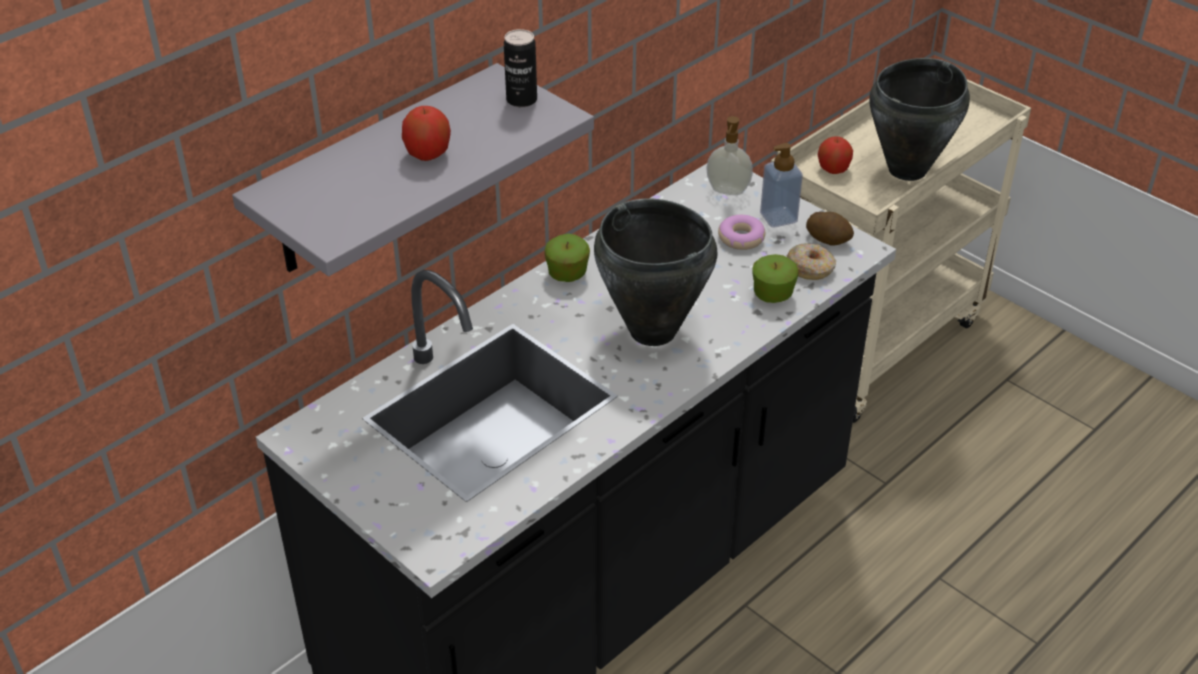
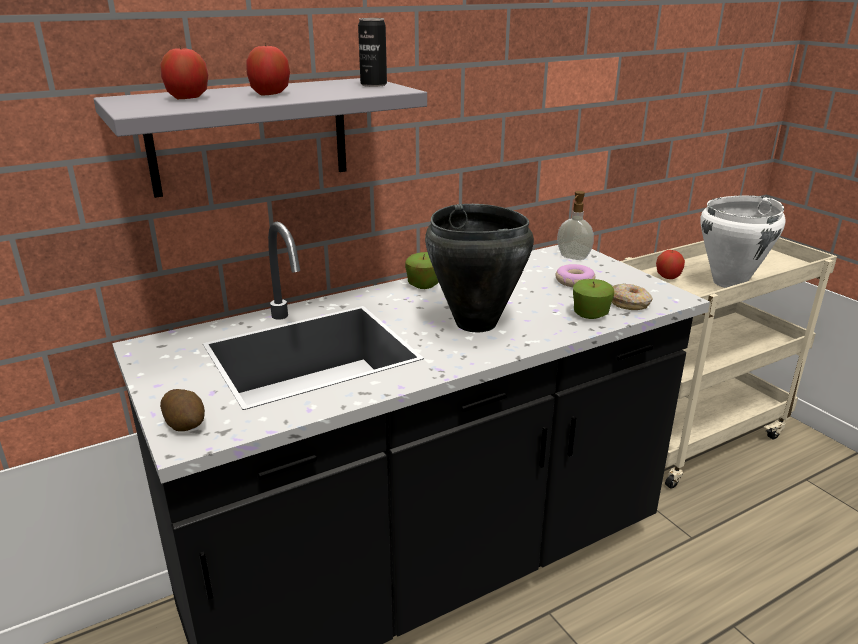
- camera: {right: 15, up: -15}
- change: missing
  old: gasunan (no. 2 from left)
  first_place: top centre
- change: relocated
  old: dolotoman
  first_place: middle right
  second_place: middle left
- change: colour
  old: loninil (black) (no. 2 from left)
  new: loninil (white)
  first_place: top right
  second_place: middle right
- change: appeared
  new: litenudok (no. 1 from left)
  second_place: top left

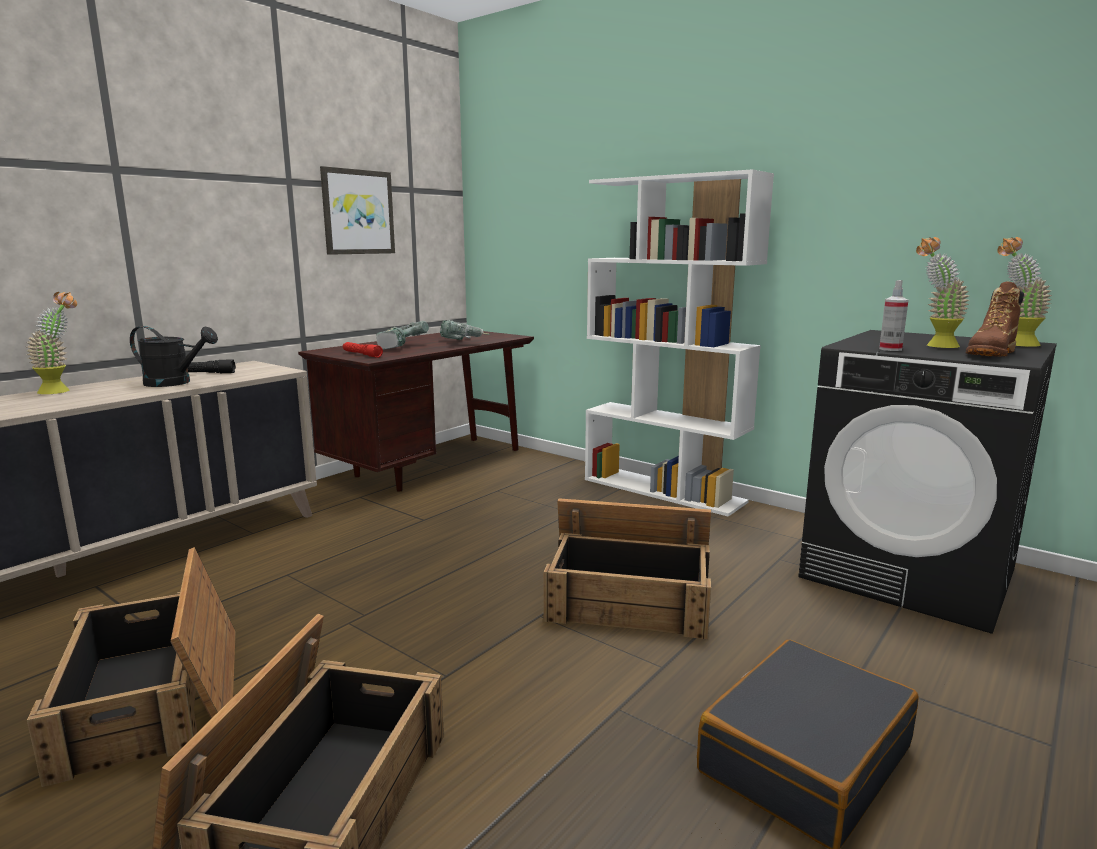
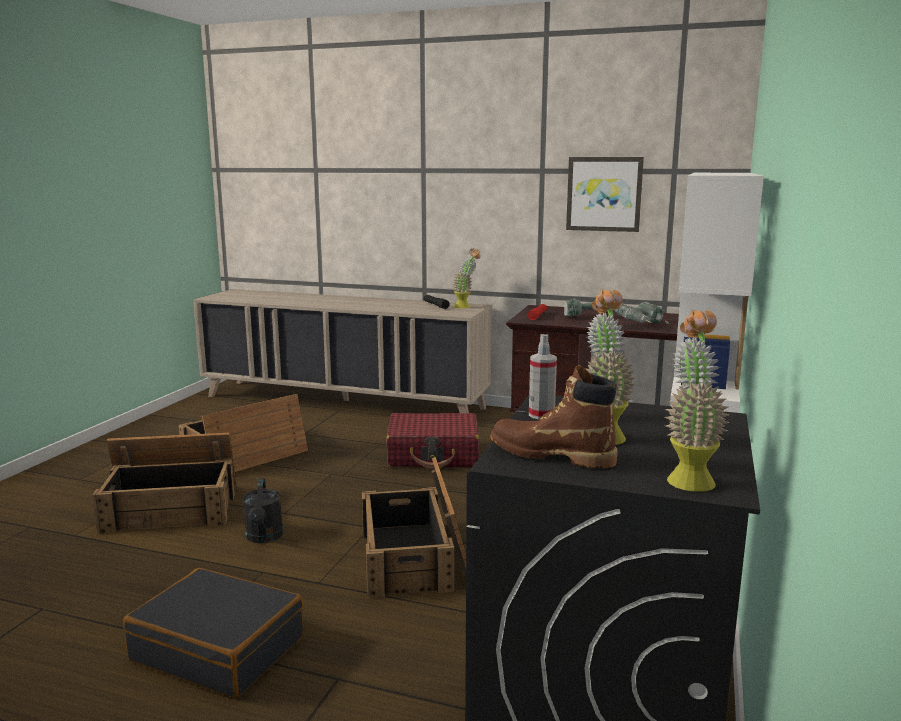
- camera: {right: 70, up: 0}
- change: relocated
  old: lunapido (no. 1 from left)
  first_place: middle left
  second_place: centre
- change: relocated
  old: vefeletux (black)
  first_place: middle left
  second_place: bottom left
- change: appeared
  new: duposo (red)
  second_place: centre

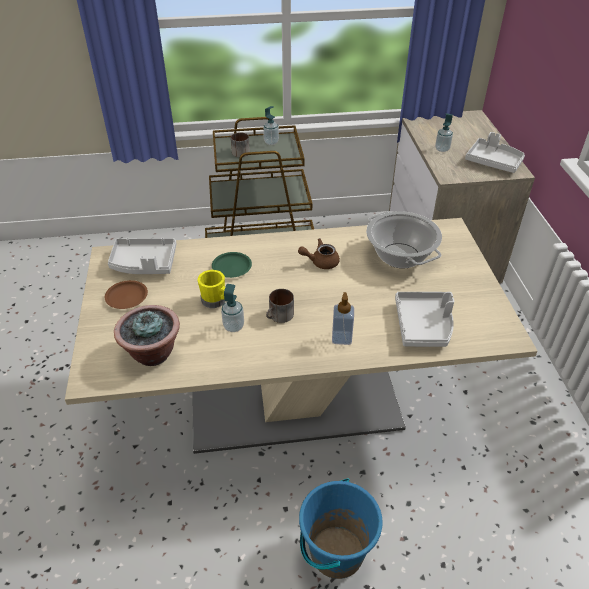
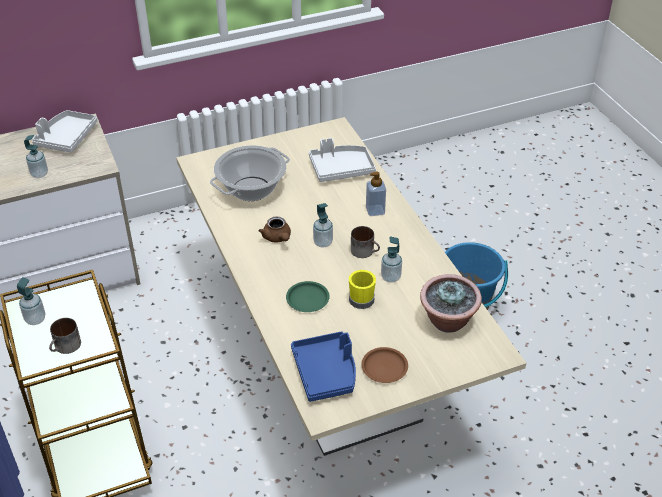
- camera: {right: -105, up: 0}
- change: colour
  old: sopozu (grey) (no. 1 from left)
  new: sopozu (blue)
  first_place: middle left
  second_place: bottom centre
- change: appeared
  new: gasunan (no. 3 from left)
  second_place: centre

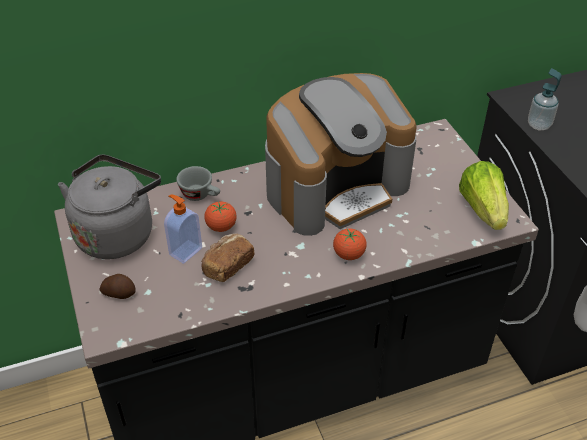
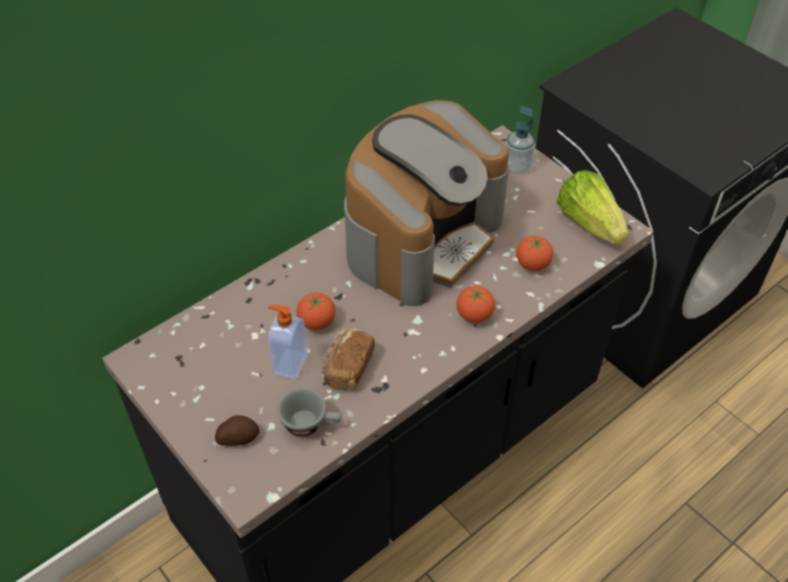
- camera: {right: -20, up: 5}
- change: missing
  old: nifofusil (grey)
  first_place: middle left
- change: relocated
  old: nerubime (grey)
  first_place: centre
  second_place: bottom centre
- change: relocated
  old: gasunan (no. 2 from left)
  first_place: top right
  second_place: top centre
- change: appeared
  new: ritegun (no. 3 from left)
  second_place: middle right

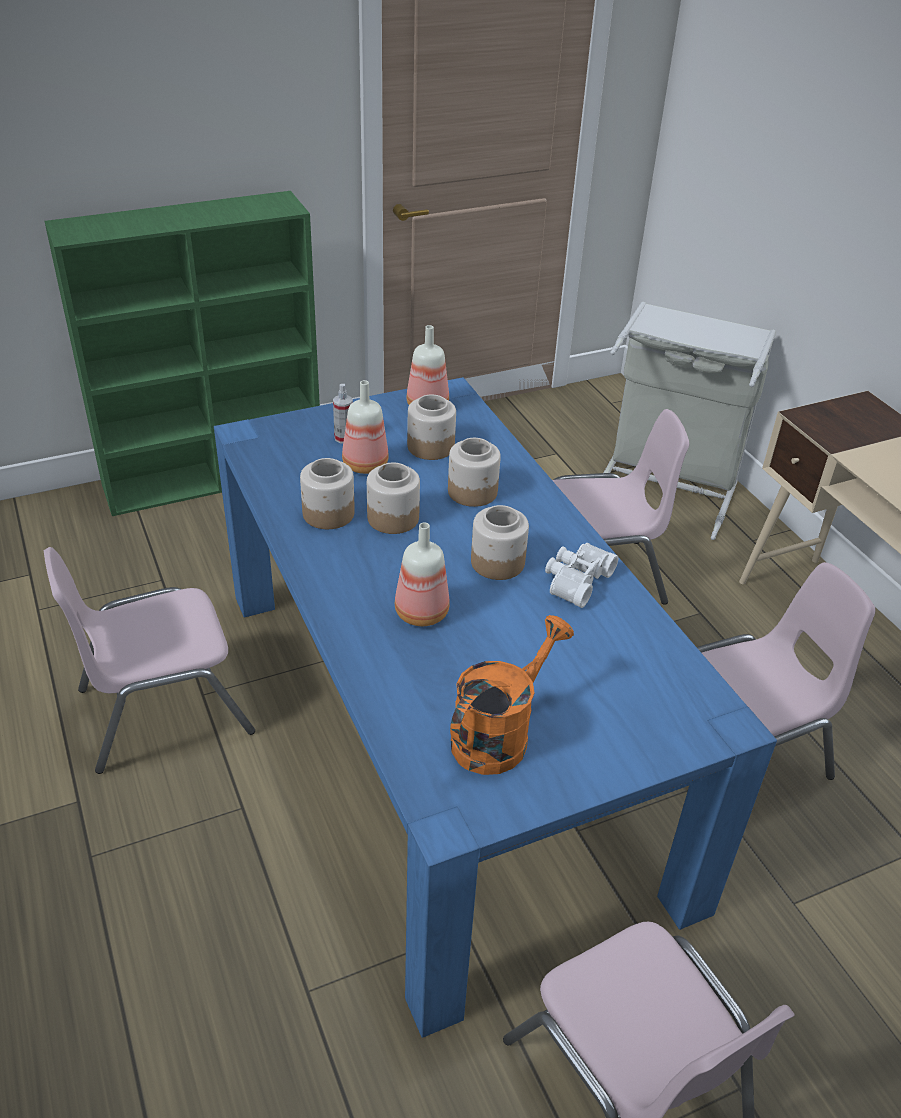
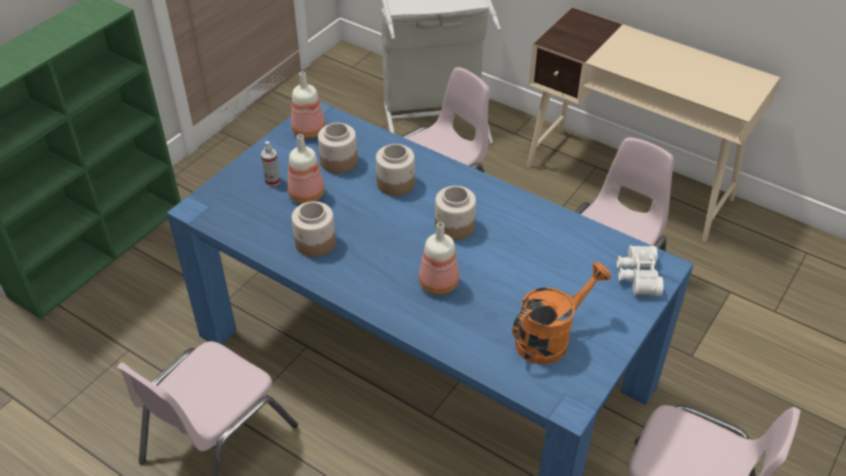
- camera: {right: -30, up: 5}
- change: missing
  old: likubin (no. 2 from left)
  first_place: centre
- change: spun
  old: vefeletux (orange)
  first_place: centre
  second_place: centre
  degrees: 45
- change: relocated
  old: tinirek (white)
  first_place: centre
  second_place: middle right

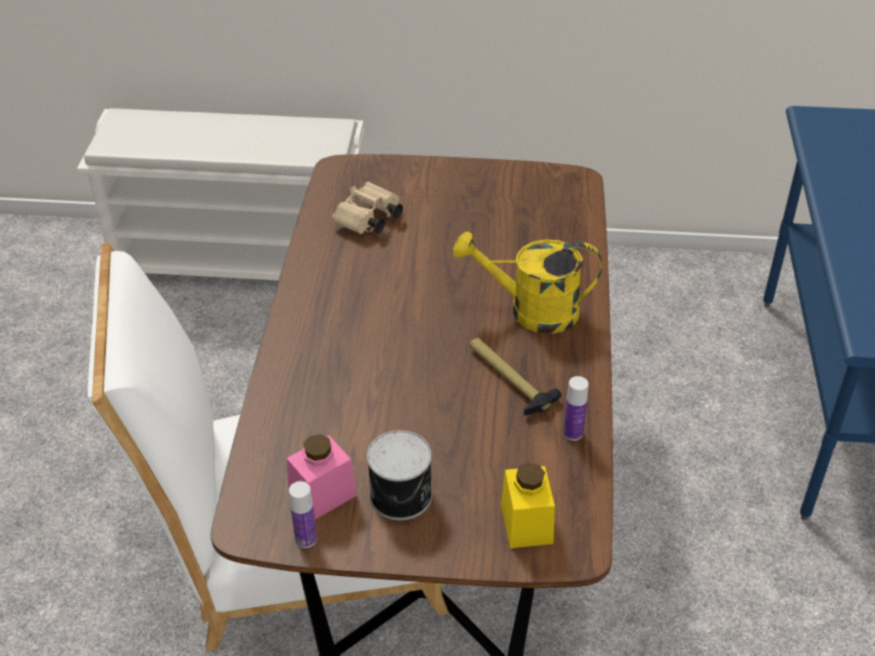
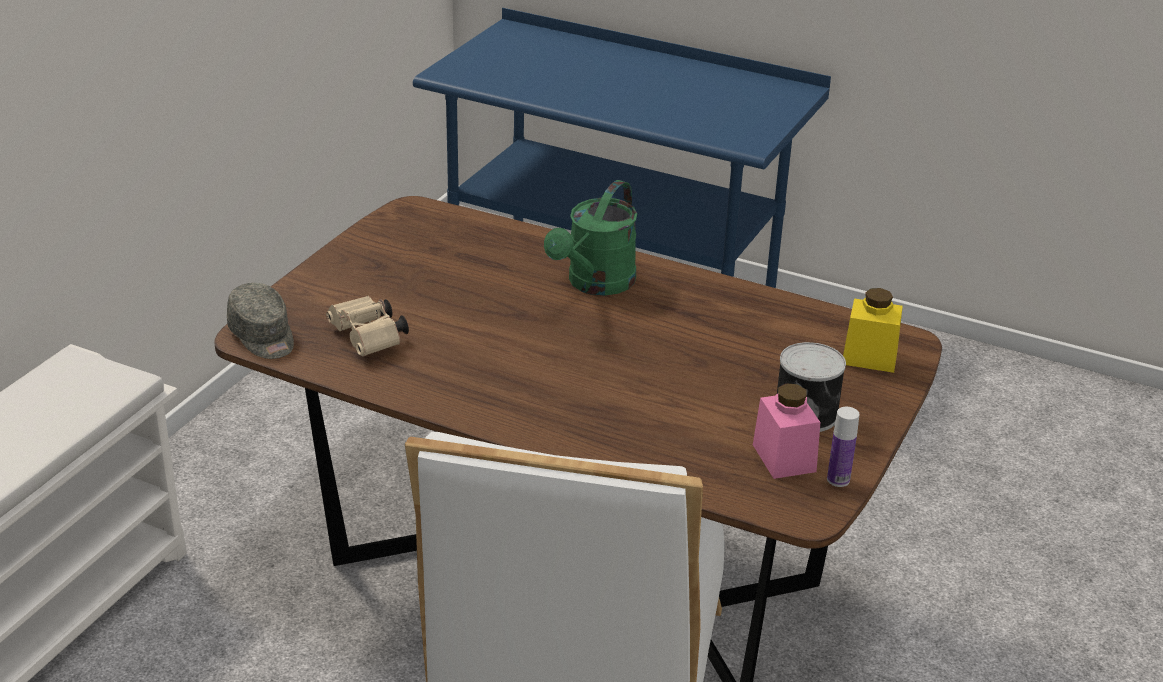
- camera: {right: -70, up: -10}
- change: colour
  old: vefeletux (yellow)
  new: vefeletux (green)
  first_place: centre
  second_place: centre
- change: missing
  old: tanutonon
  first_place: centre
- change: missing
  old: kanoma (no. 2 from left)
  first_place: centre
- change: appeared
  new: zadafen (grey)
  second_place: middle left

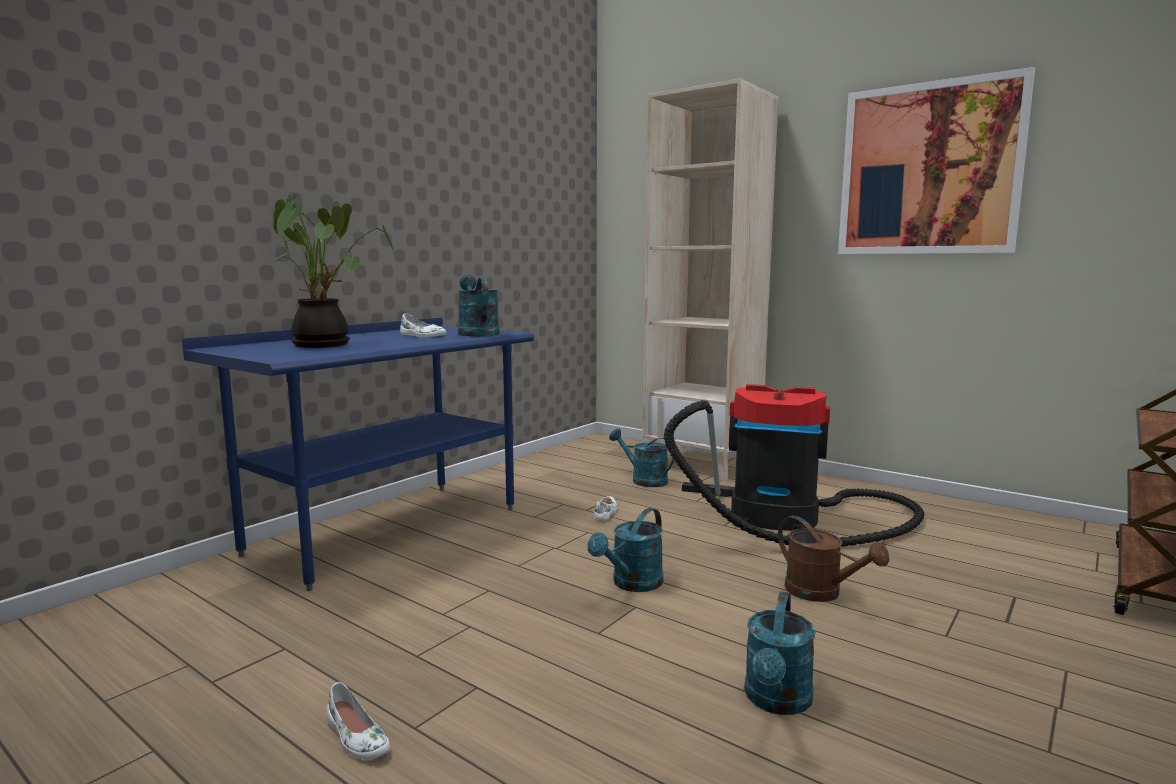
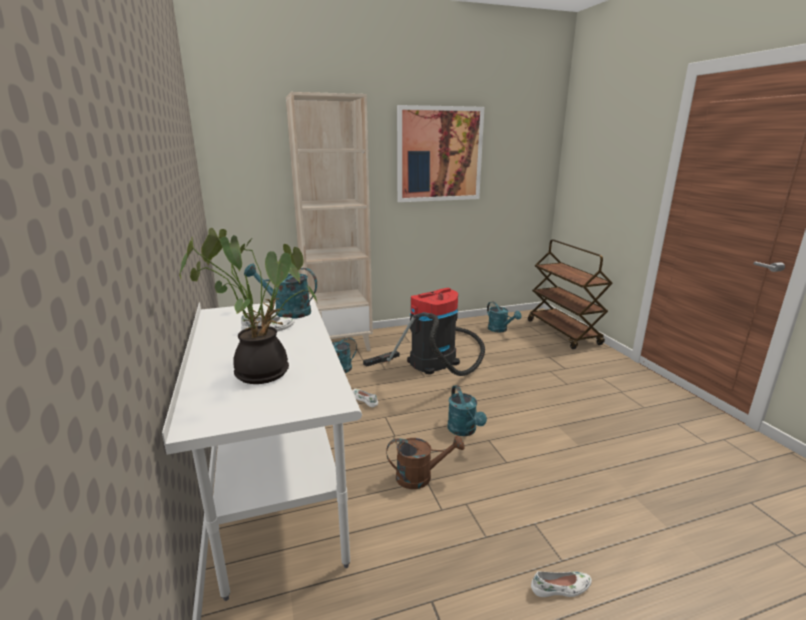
- camera: {right: -55, up: 10}
- change: colour
  old: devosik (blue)
  new: devosik (white)
  first_place: middle left
  second_place: bottom left
- change: relocated
  old: vefeletux (turquoise) (no. 4 from left)
  first_place: bottom centre
  second_place: centre
- change: relocated
  old: vefeletux (brown)
  first_place: bottom right
  second_place: bottom centre

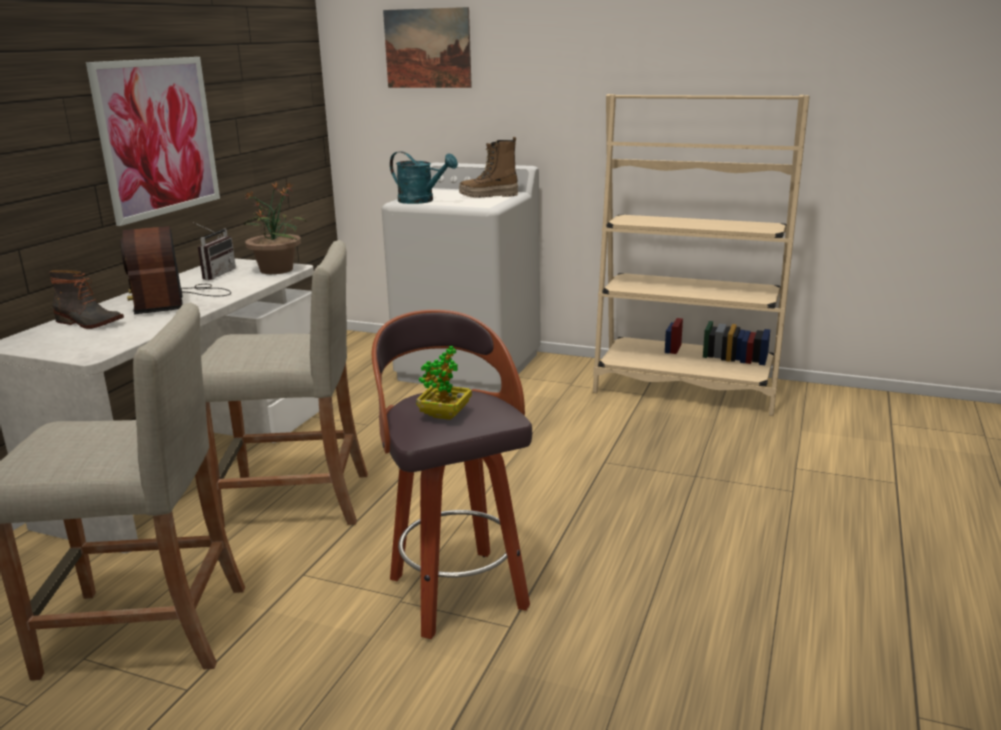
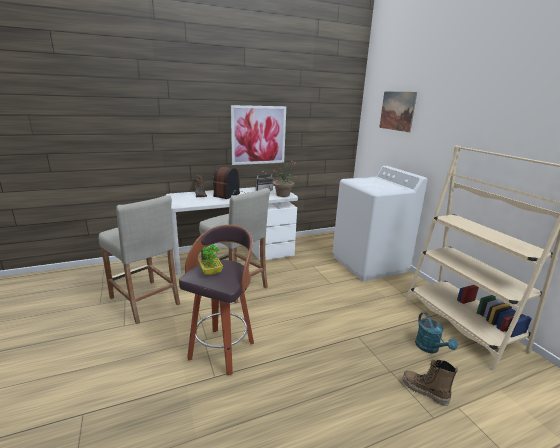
- camera: {right: 45, up: 0}
- change: relocated
  old: vefeletux (turquoise)
  first_place: top centre
  second_place: bottom right
- change: relocated
  old: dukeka (no. 2 from left)
  first_place: top centre
  second_place: bottom right

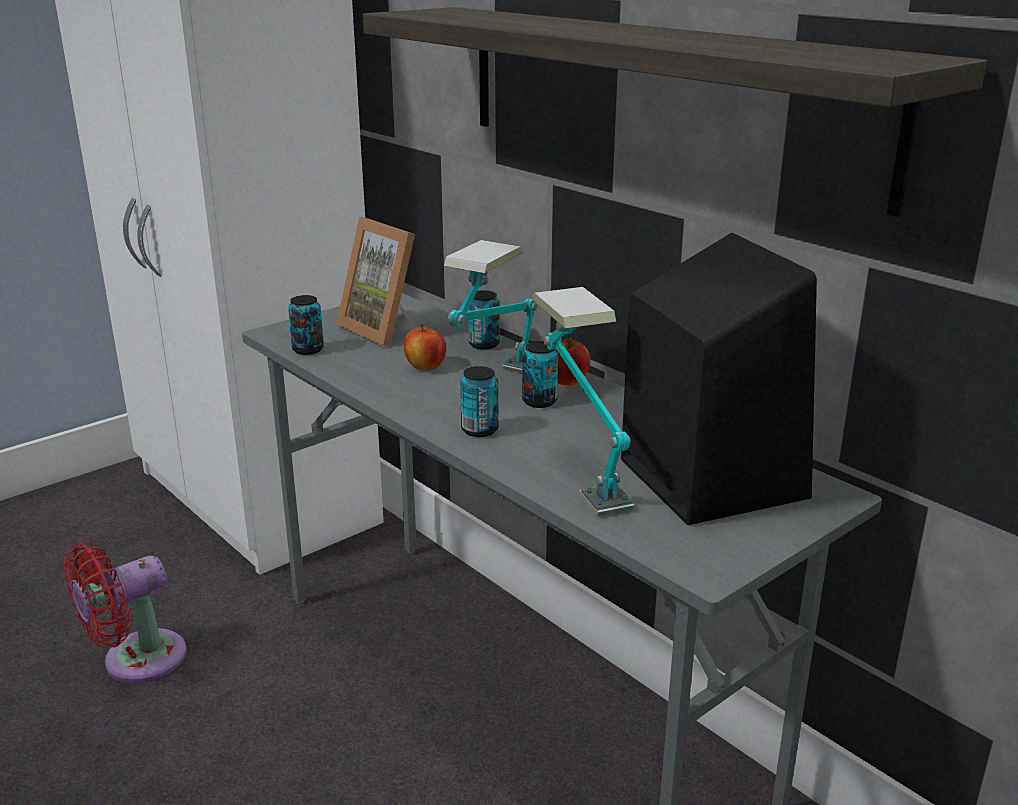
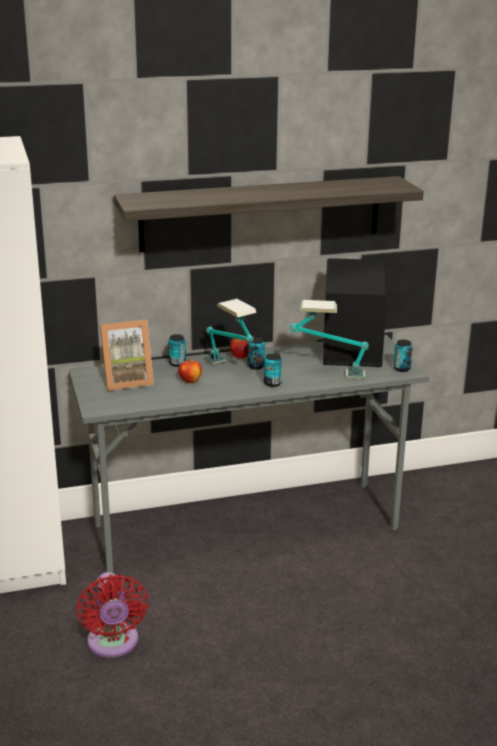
- camera: {right: -65, up: 0}
- change: relocated
  old: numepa (no. 1 from left in the first image)
  new: numepa (no. 4 from left)
  first_place: middle left
  second_place: middle right

